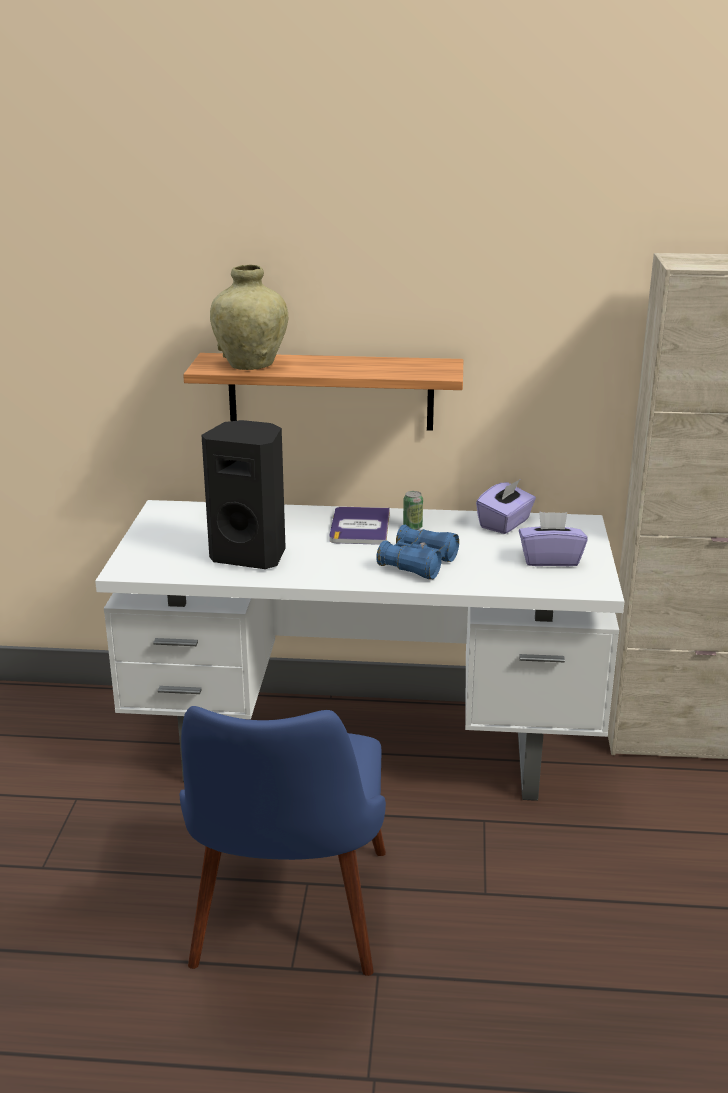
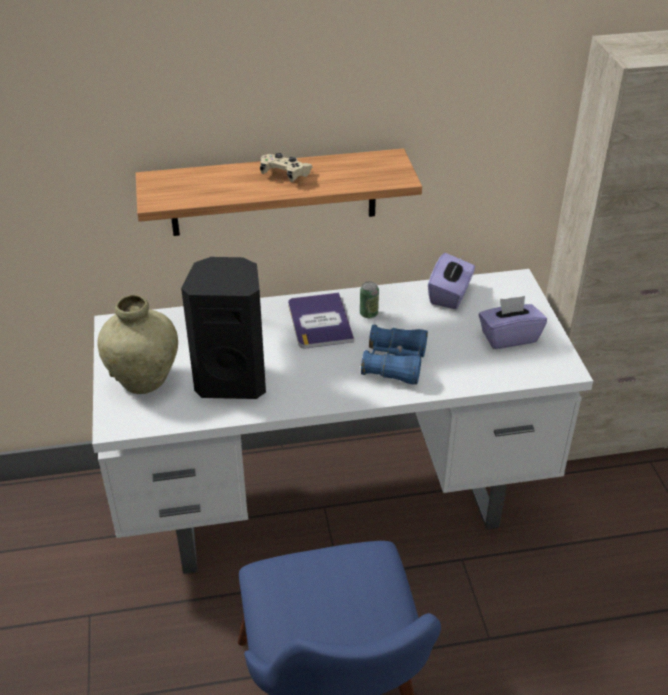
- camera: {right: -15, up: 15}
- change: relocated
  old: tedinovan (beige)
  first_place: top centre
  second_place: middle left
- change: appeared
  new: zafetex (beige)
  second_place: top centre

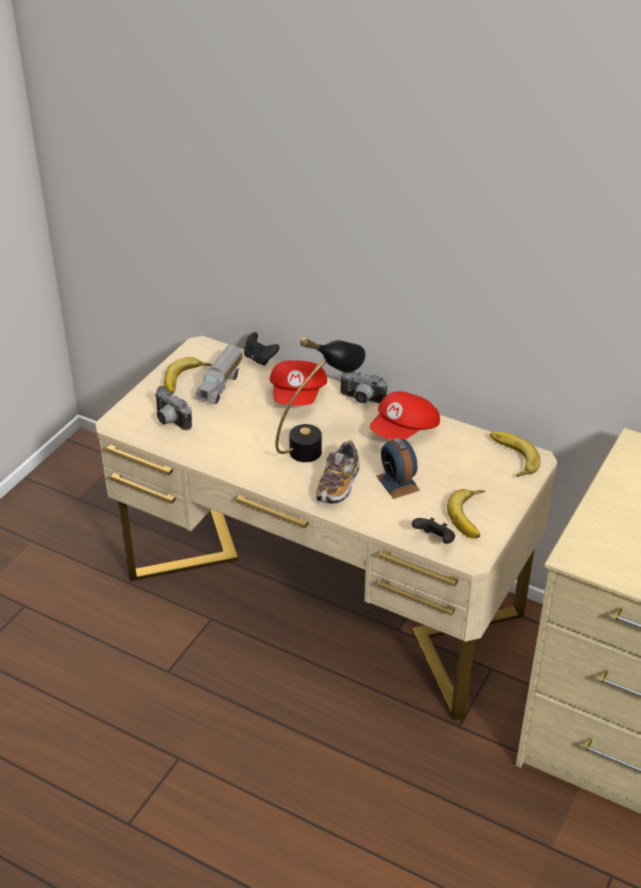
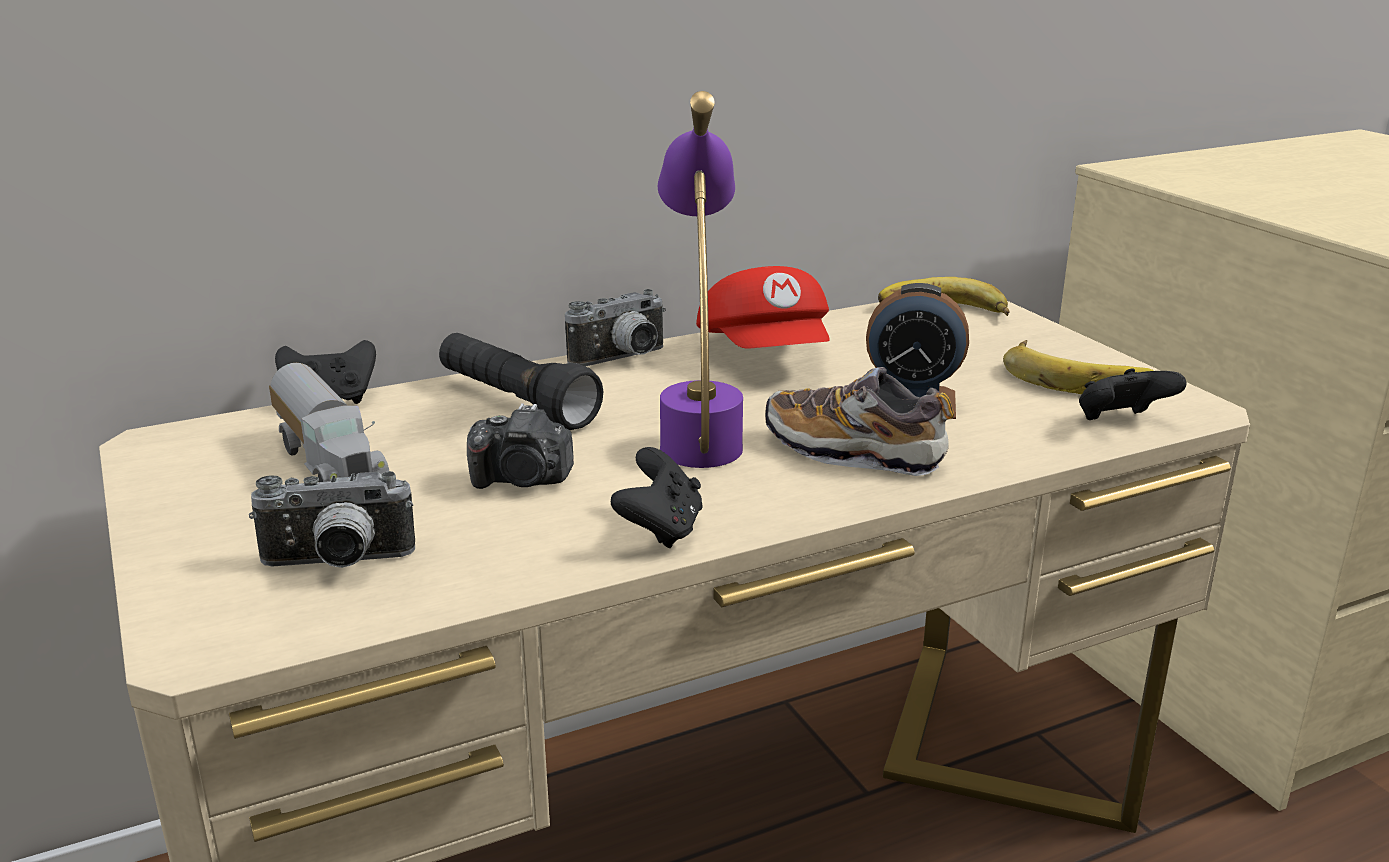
- camera: {right: -55, up: -15}
- change: missing
  old: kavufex (no. 1 from left)
  first_place: middle left
- change: exchanged
  old: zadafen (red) (no. 1 from left)
  new: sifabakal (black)
  first_place: centre
  second_place: centre
- change: colour
  old: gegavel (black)
  new: gegavel (purple)
  first_place: centre
  second_place: top centre
- change: spun
  old: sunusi
  first_place: centre
  second_place: centre
  degrees: 150
- change: appeared
  new: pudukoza (no. 2 from left)
  second_place: centre
- change: appeared
  new: zafetex (black) (no. 2 from left)
  second_place: centre

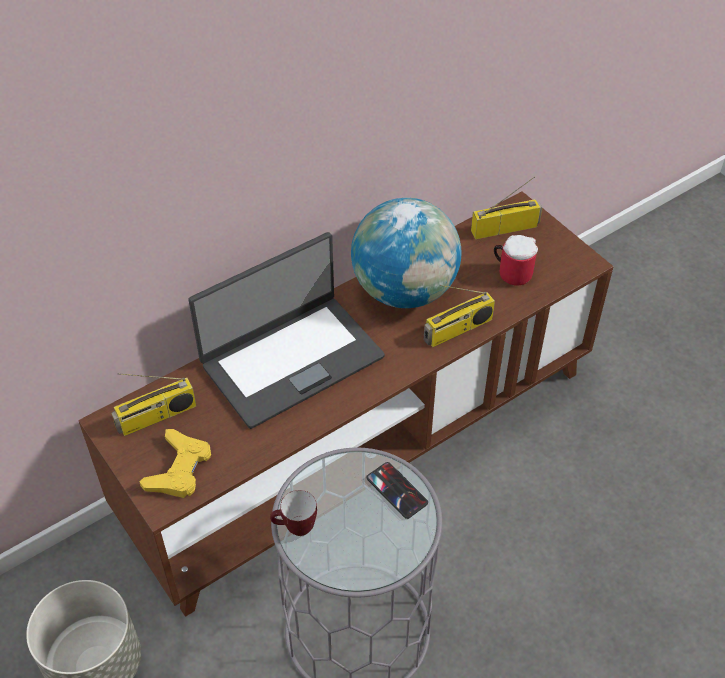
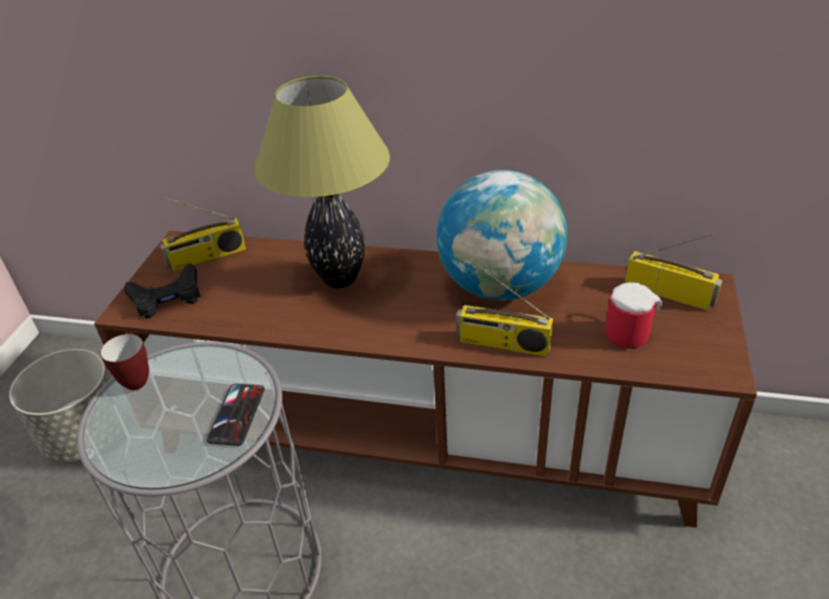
- camera: {right: 50, up: -10}
- change: spun
  old: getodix (no. 1 from left)
  first_place: middle left
  second_place: middle left
  degrees: -45
- change: colour
  old: zafetex (yellow)
  new: zafetex (black)
  first_place: bottom left
  second_place: middle left
- change: exchanged
  old: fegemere
  new: gegavel
  first_place: centre
  second_place: top centre

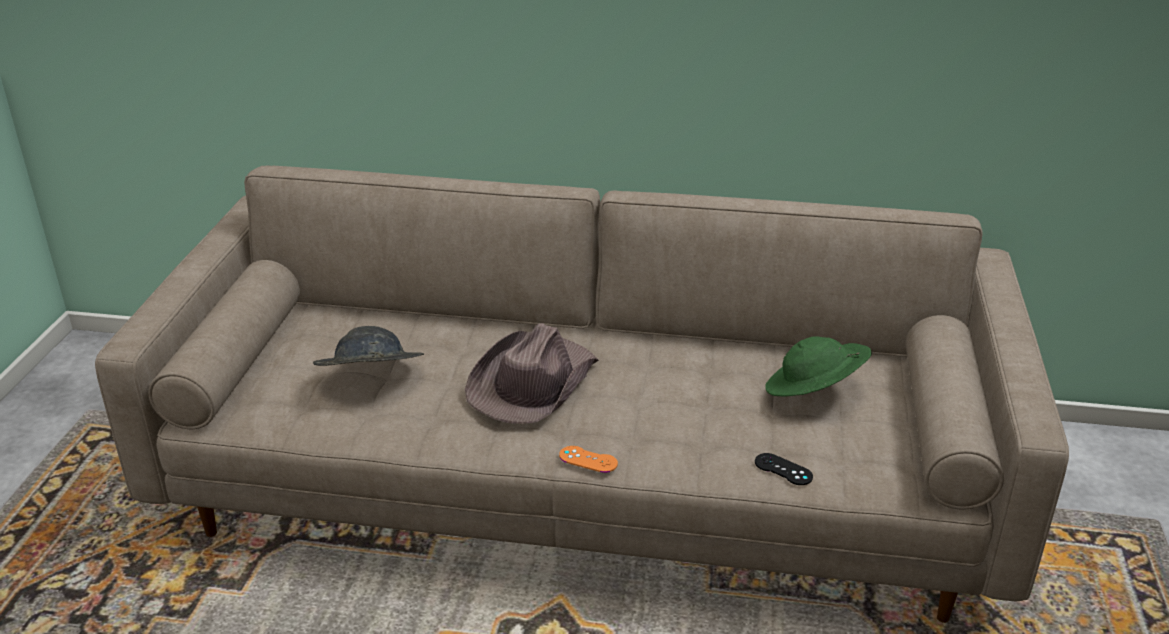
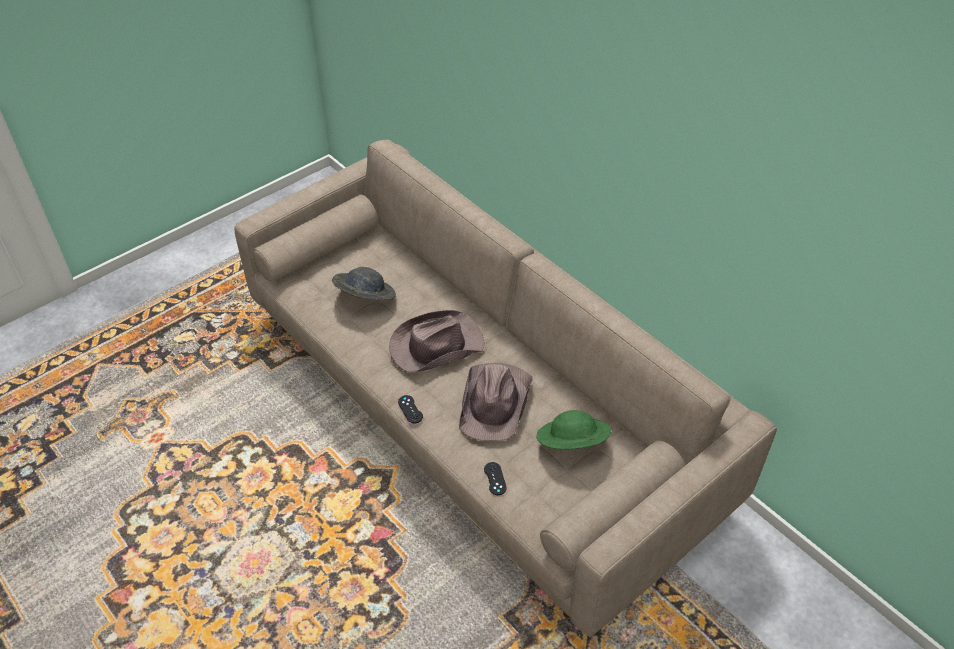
- camera: {right: 40, up: 15}
- change: colour
  old: zafetex (orange)
  new: zafetex (black) (no. 1 from left)
  first_place: bottom centre
  second_place: centre
- change: appeared
  new: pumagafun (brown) (no. 2 from left)
  second_place: centre

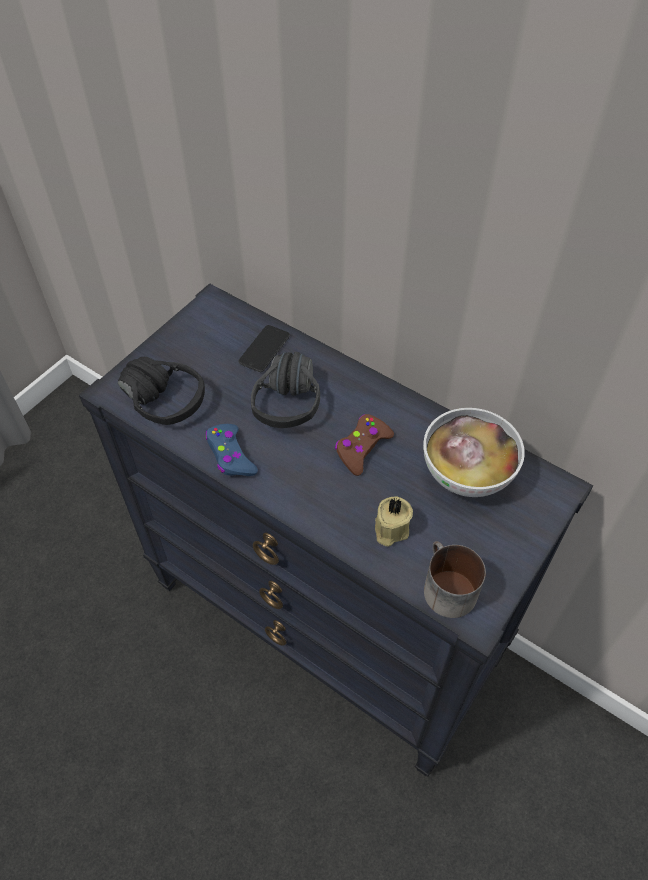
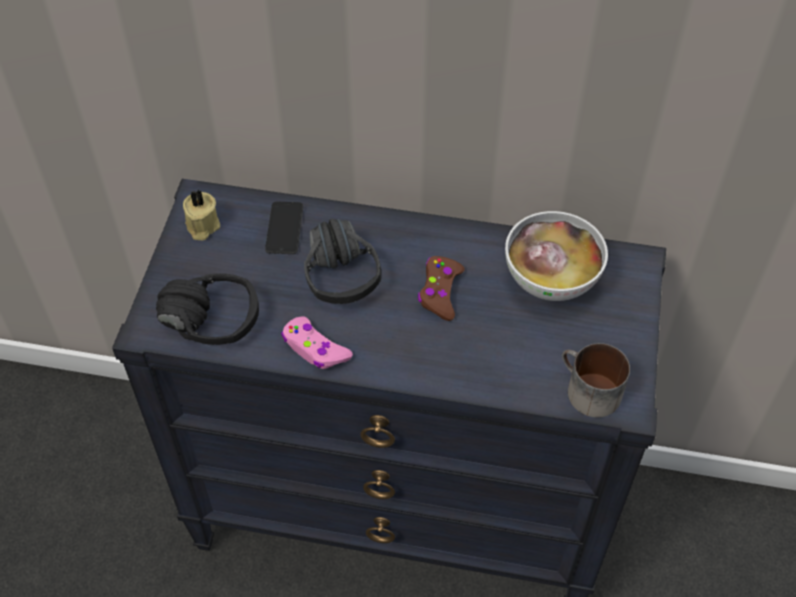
- camera: {right: -25, up: 0}
- change: colour
  old: zafetex (blue)
  new: zafetex (pink)
  first_place: centre
  second_place: centre
- change: relocated
  old: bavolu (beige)
  first_place: centre
  second_place: middle left

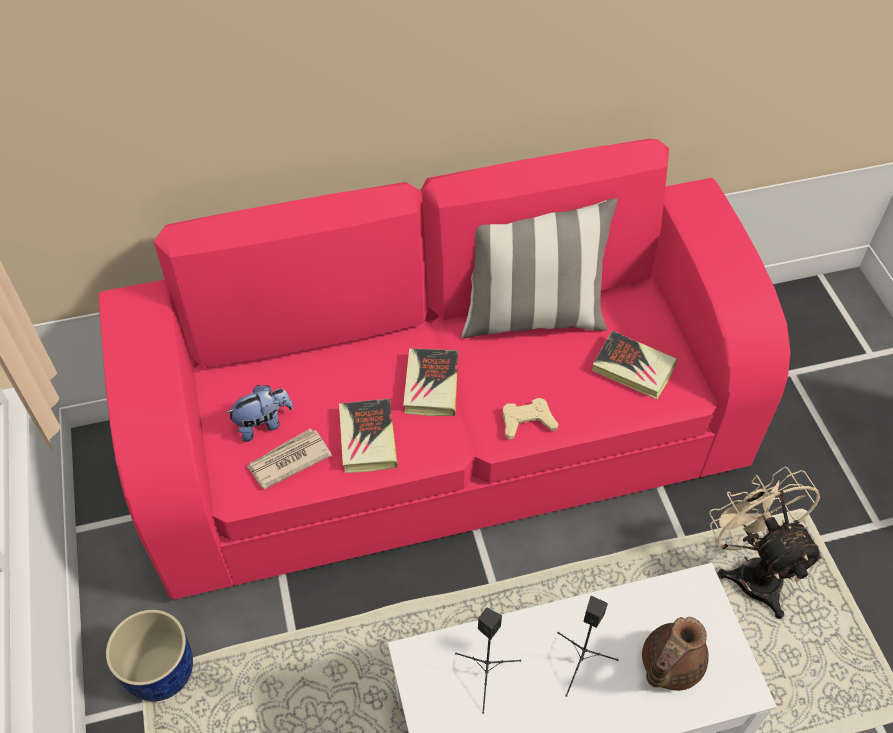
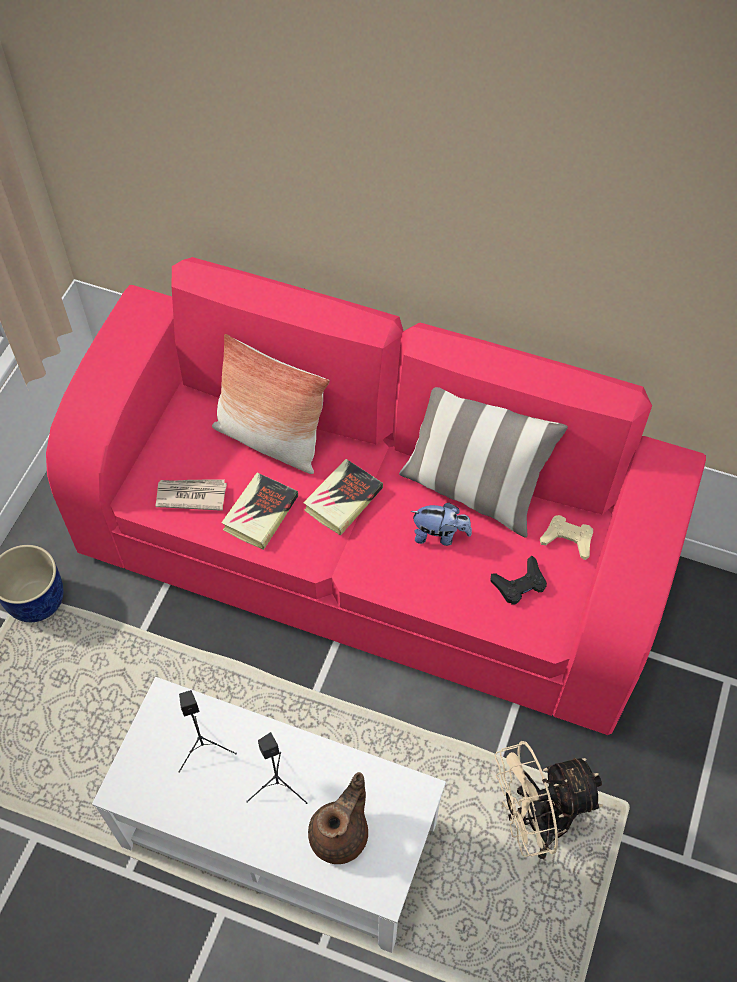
- camera: {right: 35, up: 5}
- change: relocated
  old: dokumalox
  first_place: middle left
  second_place: centre
- change: relocated
  old: zafetex (beige)
  first_place: centre
  second_place: middle right
- change: exchanged
  old: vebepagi (no. 3 from left)
  new: zafetex (black)
  first_place: middle right
  second_place: middle right
- change: spun
  old: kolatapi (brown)
  first_place: bottom right
  second_place: bottom centre
  degrees: 135
- change: spun
  old: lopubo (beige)
  first_place: bottom right
  second_place: bottom right
  degrees: -120
- change: appeared
  new: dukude (no. 1 from left)
  second_place: centre

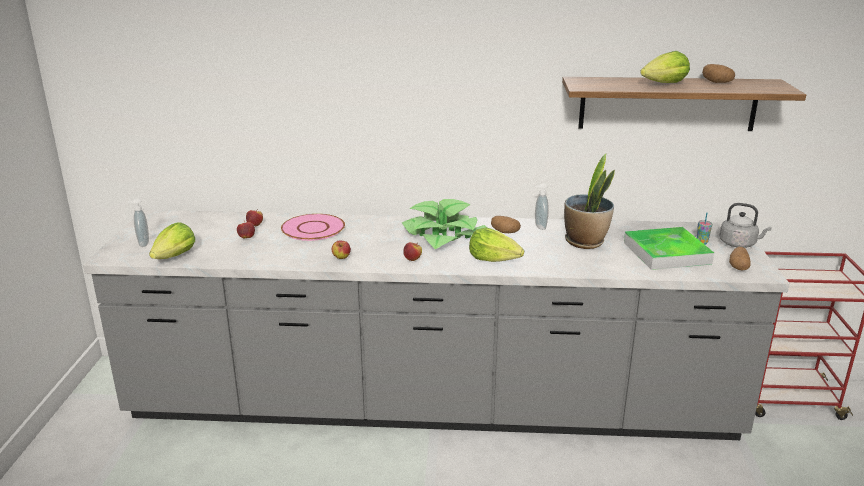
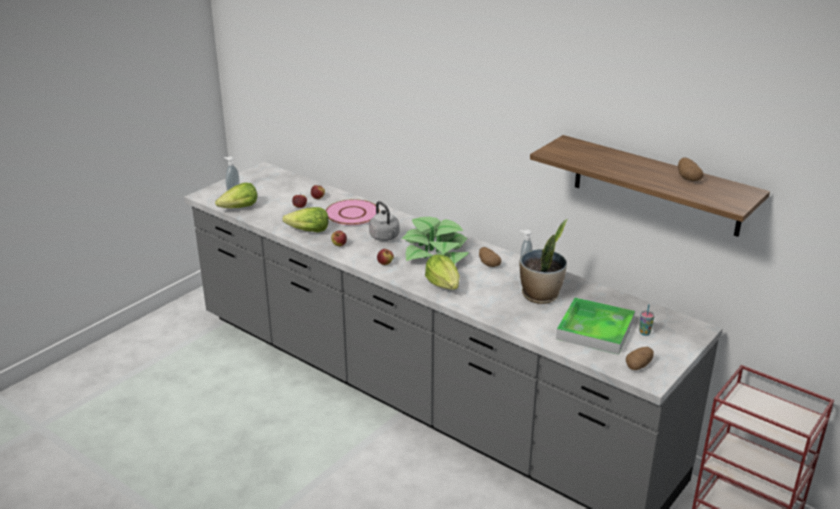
- camera: {right: 35, up: 5}
- change: relocated
  old: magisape (no. 3 from left in the first image)
  new: magisape (no. 2 from left)
  first_place: top right
  second_place: centre
- change: relocated
  old: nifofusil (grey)
  first_place: middle right
  second_place: centre

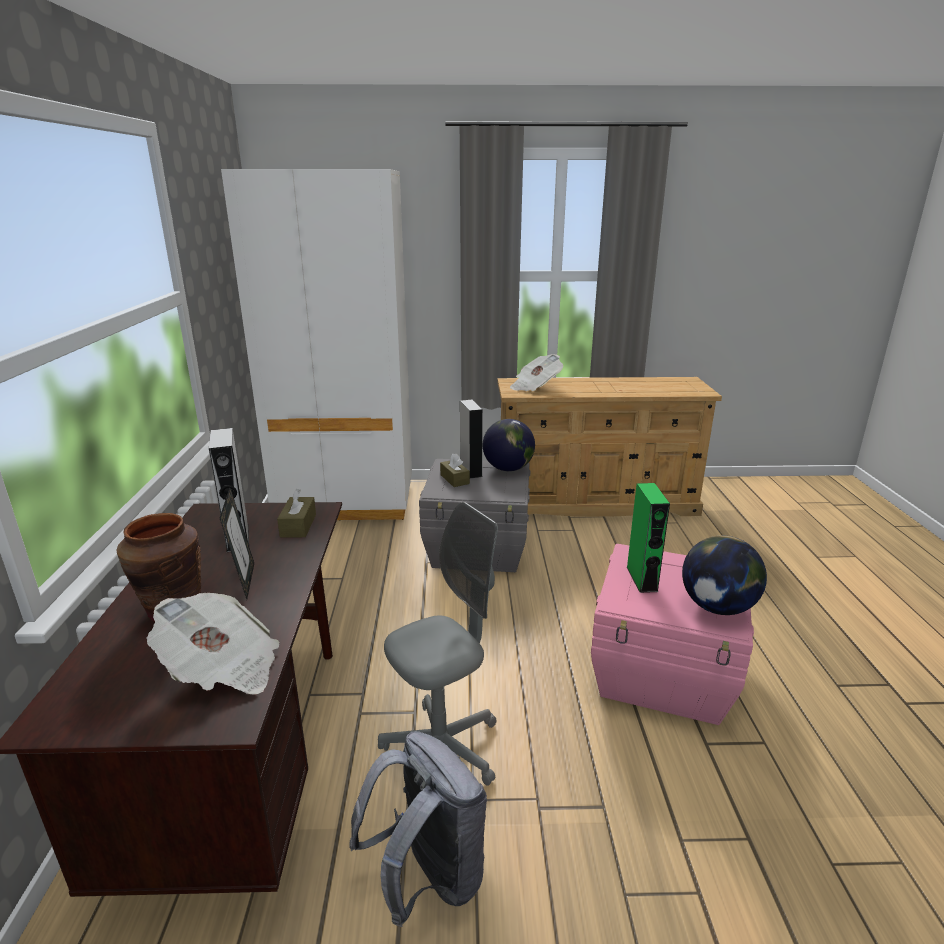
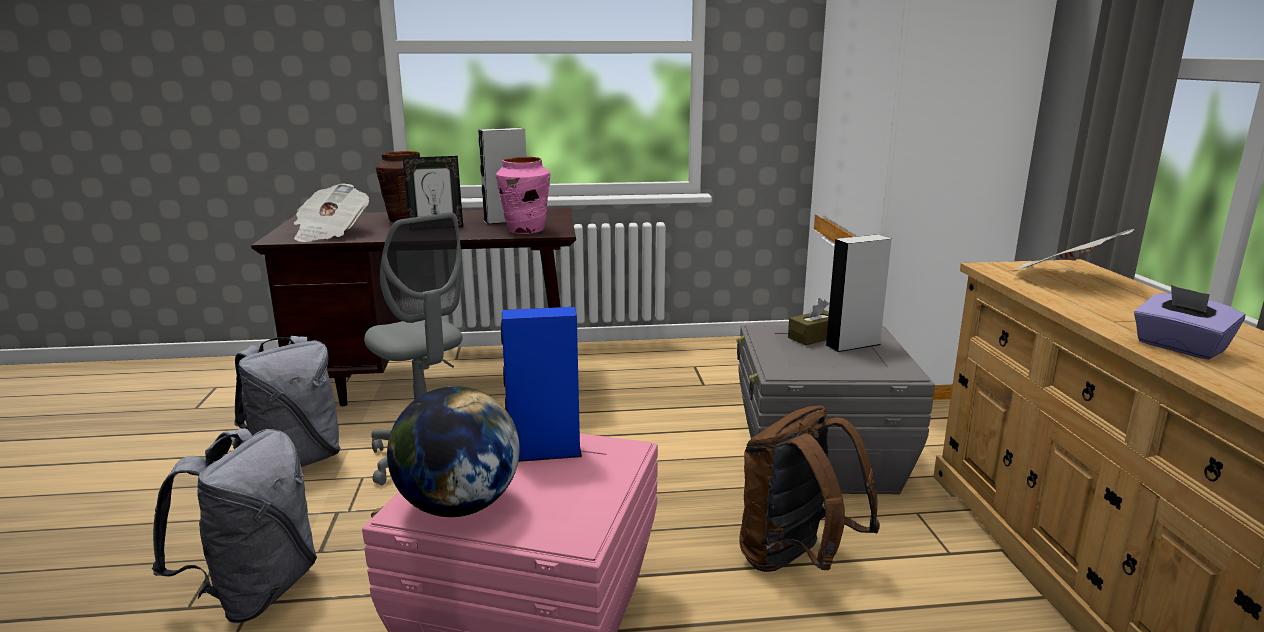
- camera: {right: 85, up: -5}
- change: exchanged
  old: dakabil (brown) (no. 1 from left)
  new: tedinovan (pink)
  first_place: middle left
  second_place: top centre
- change: missing
  old: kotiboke (no. 1 from left)
  first_place: centre
- change: colour
  old: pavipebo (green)
  new: pavipebo (blue)
  first_place: middle right
  second_place: centre
- change: appeared
  new: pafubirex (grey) (no. 1 from left)
  second_place: bottom left
- change: appeared
  new: pafubirex (brown)
  second_place: bottom centre
- change: appeared
  new: dakabil (purple)
  second_place: middle right

